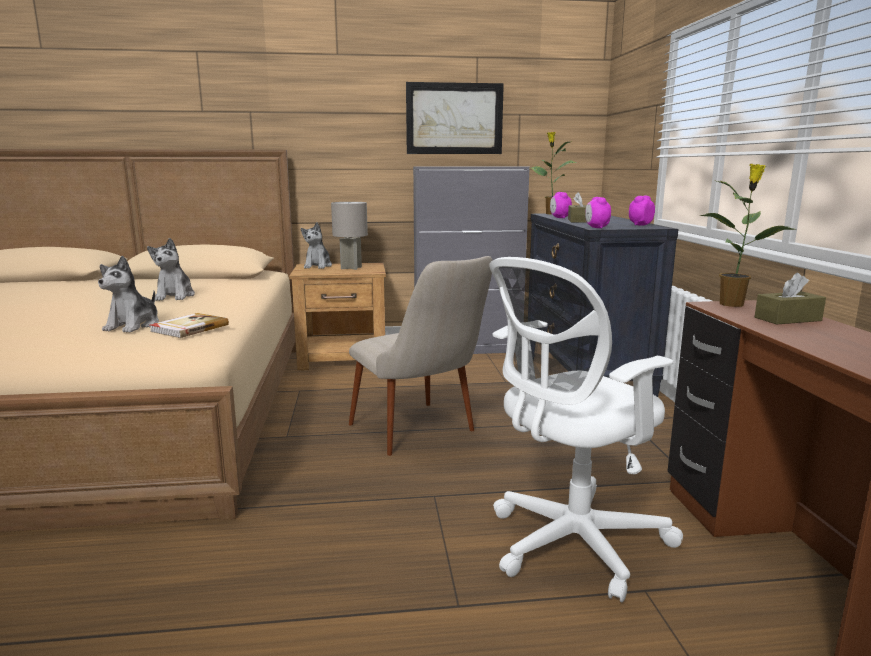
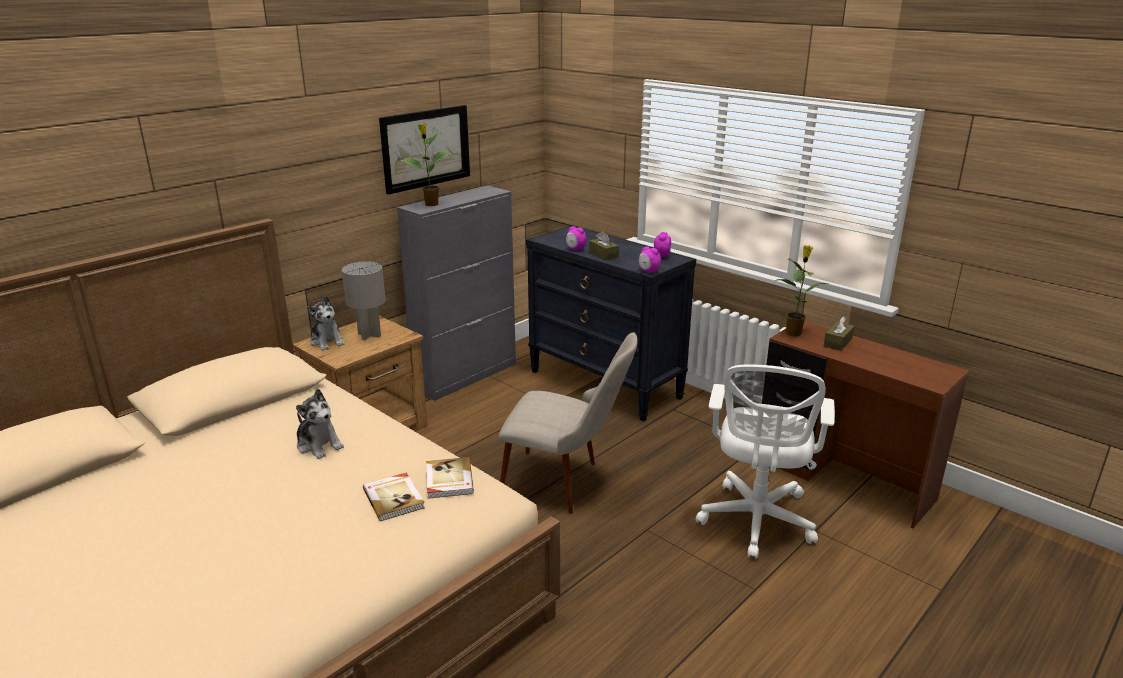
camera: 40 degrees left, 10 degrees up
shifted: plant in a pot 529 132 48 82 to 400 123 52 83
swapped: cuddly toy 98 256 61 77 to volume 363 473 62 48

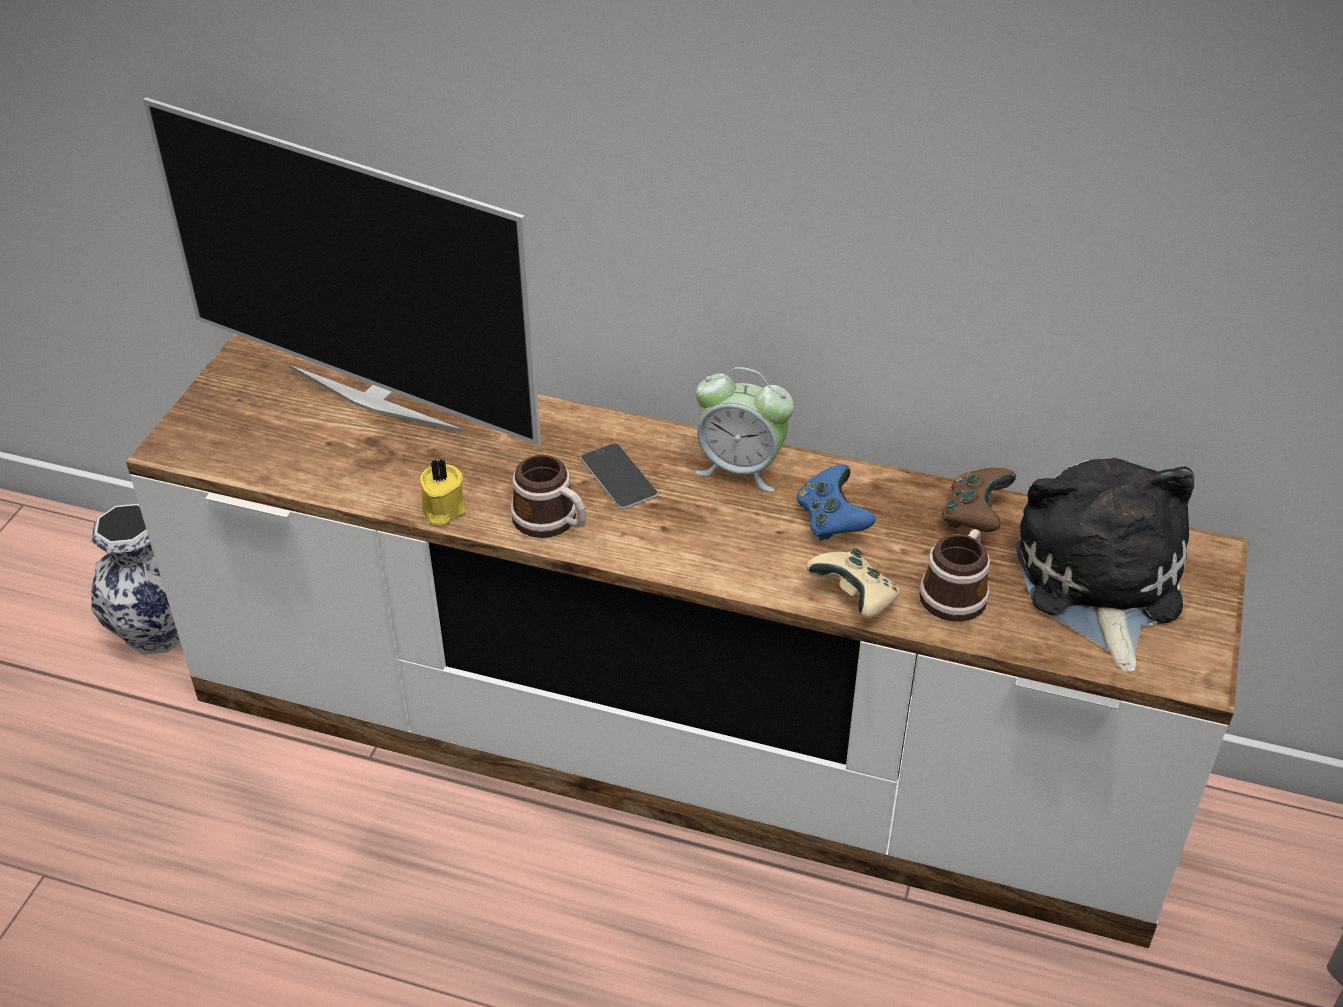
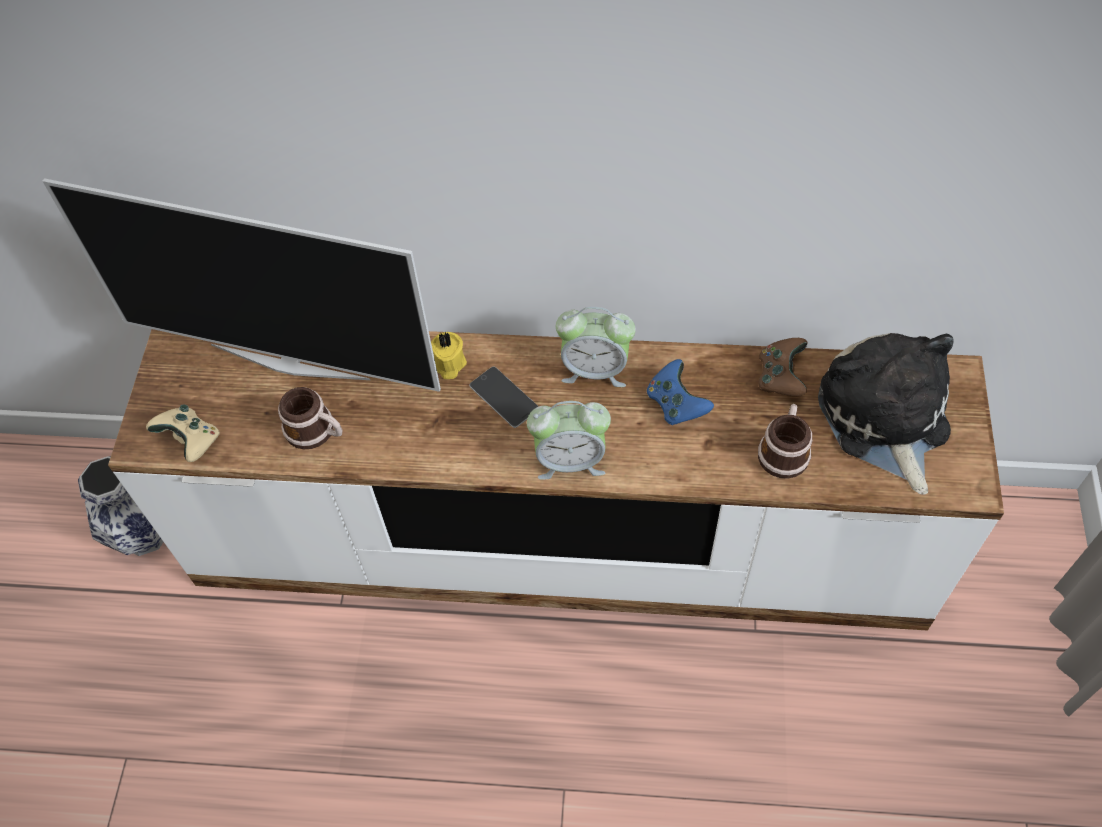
camera: 10 degrees left, 15 degrees up
new: table clock 527 401 84 79
shifted: tea mug 510 455 76 83 to 278 387 64 62; yellow-coloured wax light 420 458 46 69 to 431 332 36 47; beige game controller 806 548 94 70 to 146 404 74 58

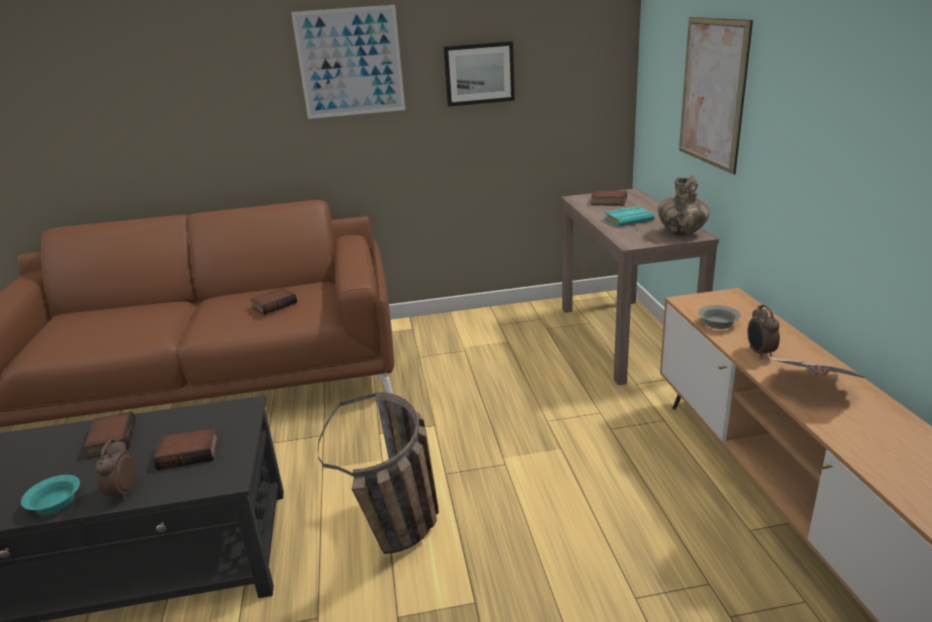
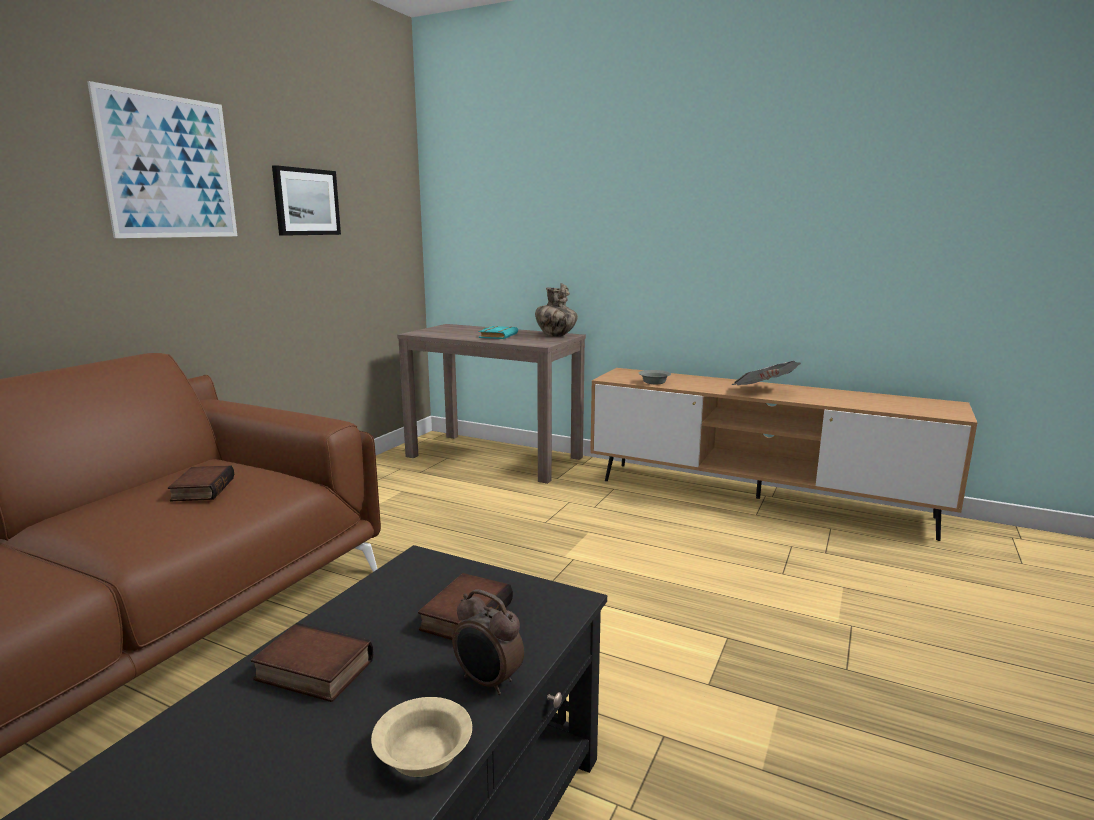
camera: 55 degrees left, 10 degrees down
gone: picture 679 17 74 158; volume 591 190 36 16; table clock 747 305 33 54; basket 318 392 121 162
repainted: turquoise bowl 21 475 59 39 to beige bowl 371 697 101 80

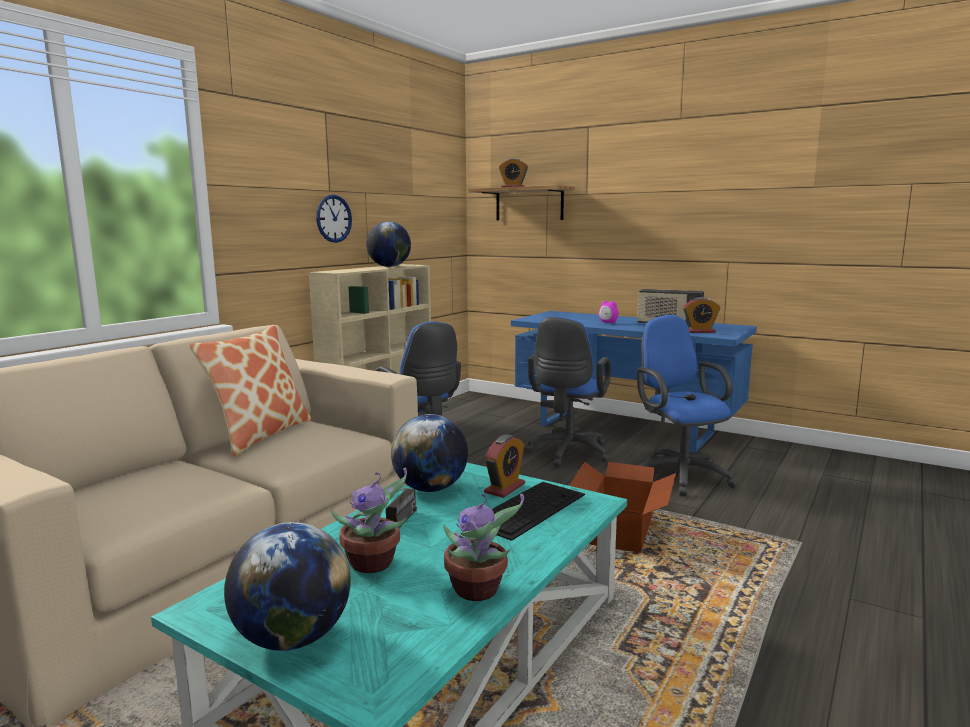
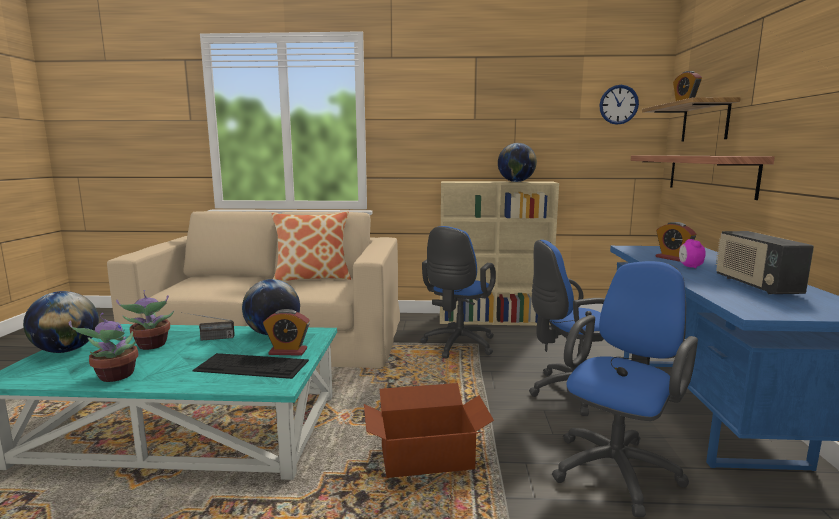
camera: 60 degrees right, 0 degrees up
new: wall shelf 630 156 145 44
shifted: wall clock 316 195 36 48 to 599 85 40 40; table clock 683 297 37 36 to 656 222 40 40

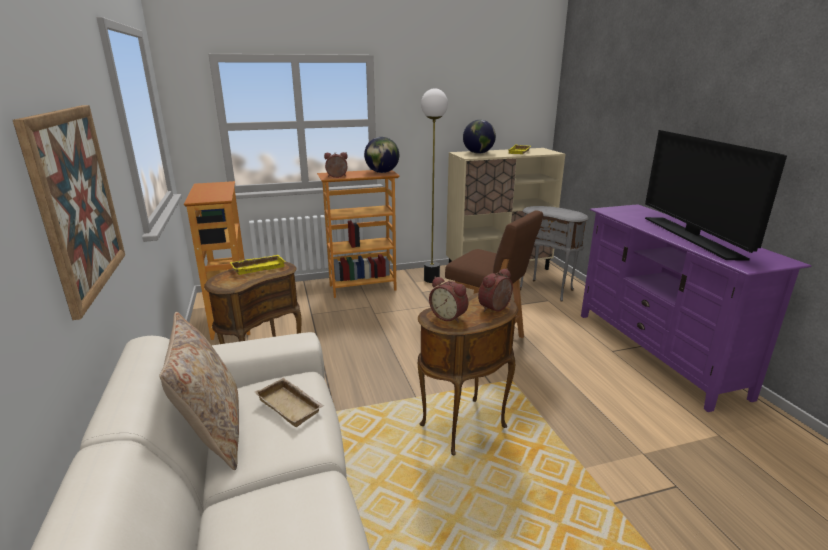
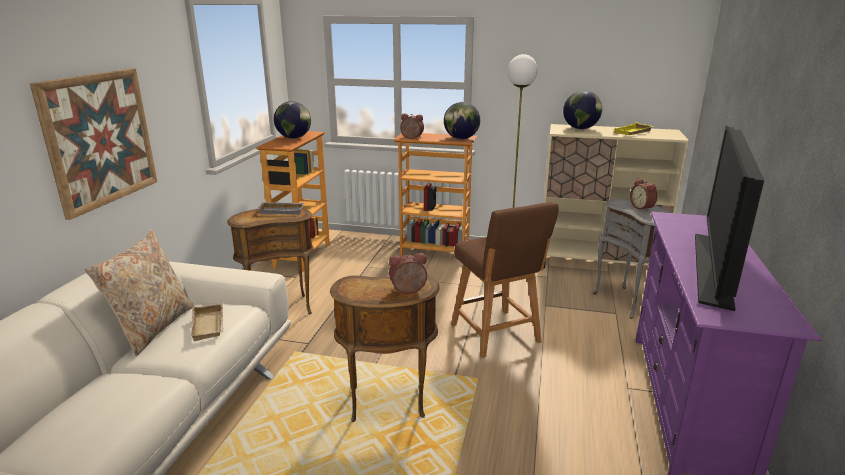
camera: 30 degrees right, 0 degrees up
new: world globe 274 101 37 38
shifted: table clock 429 277 39 46 to 630 178 27 33
repainted: yellow-coloured serving tray 230 255 56 20 to grey serving tray 256 202 49 13

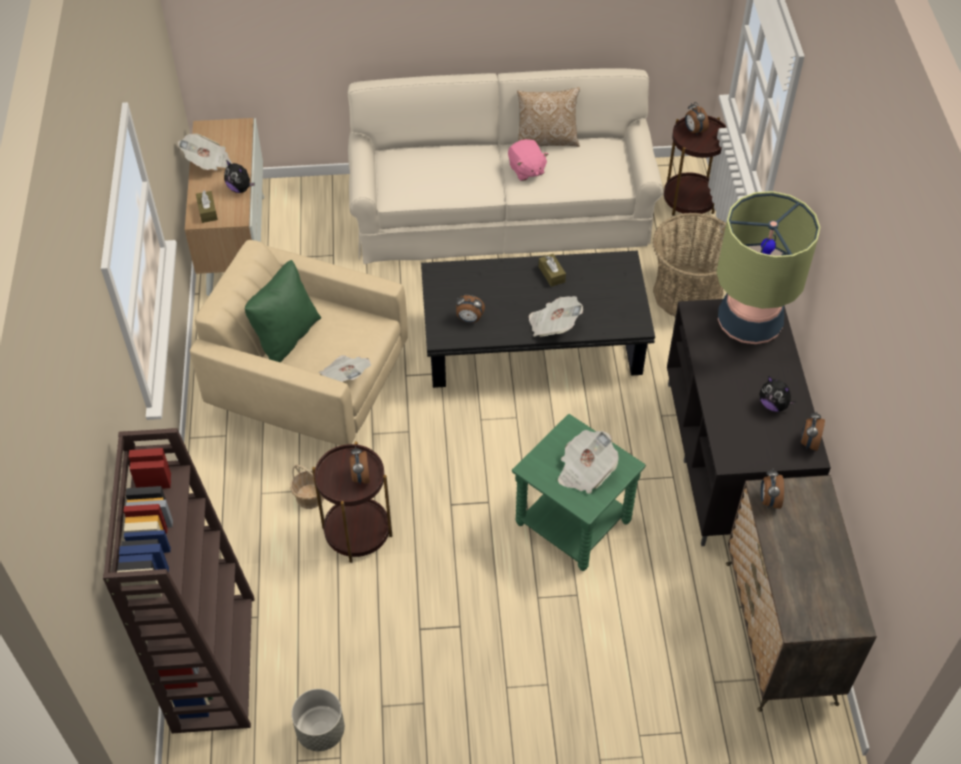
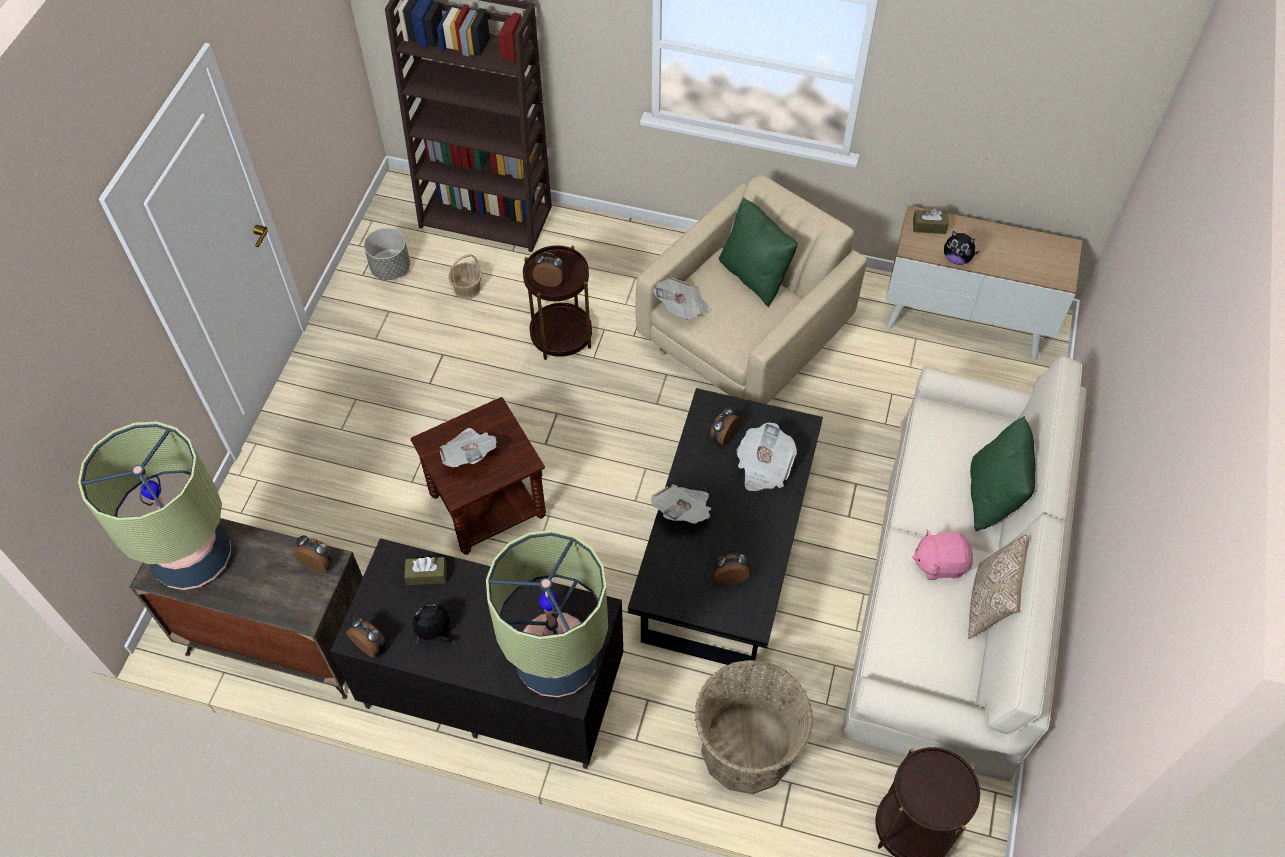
camera: 110 degrees right, 5 degrees up
new: green-coloured throw pillow 970 416 65 115; table lamp 78 422 153 168
shifted: table clock 685 102 24 33 to 714 554 35 31; daily paper 177 133 56 38 to 737 422 60 69; brown-coloured tissue box 539 254 27 33 to 404 557 43 28; basket 290 465 34 44 to 449 254 33 45
repainted: green-coloured side table 512 414 134 157 to brown-coloured side table 411 397 135 158
rotated: cuddly toy 224 160 31 33 = 944 231 35 34 120 degrees counterclockwise

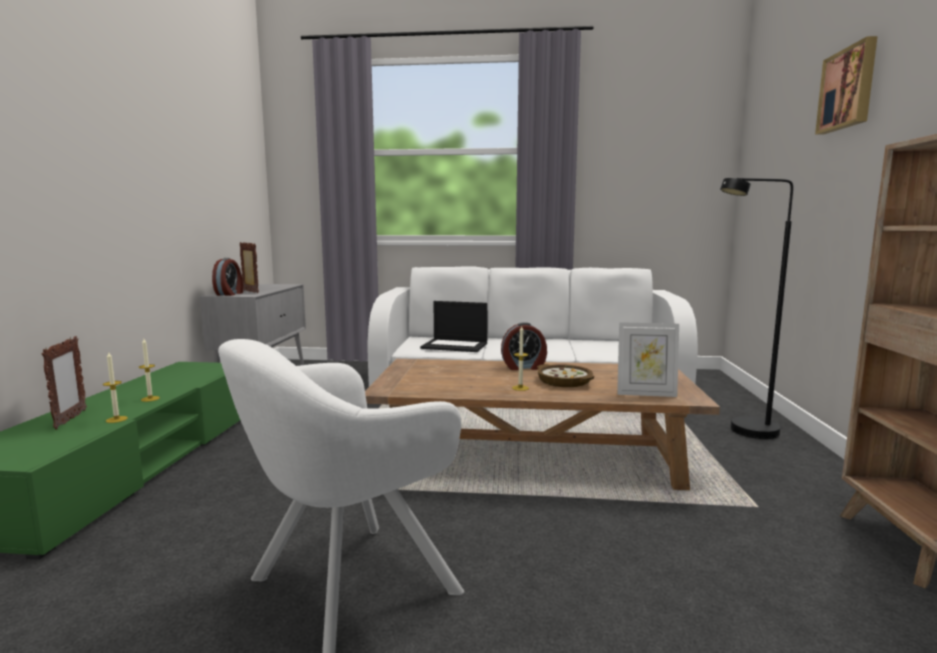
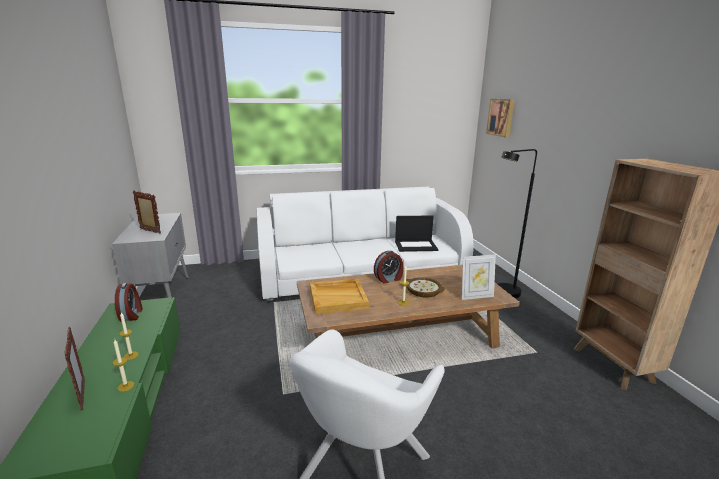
camera: 20 degrees left, 10 degrees up
new: beige serving tray 310 279 59 35
shifted: picture 815 36 63 99 to 486 99 29 38; table clock 212 258 31 38 to 115 283 28 39; portable computer 420 301 68 51 to 395 216 43 36

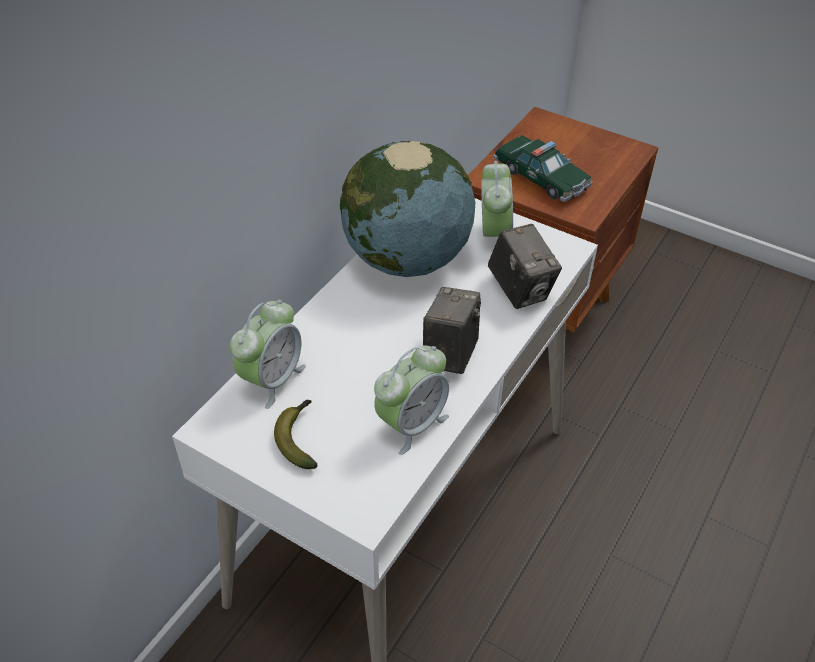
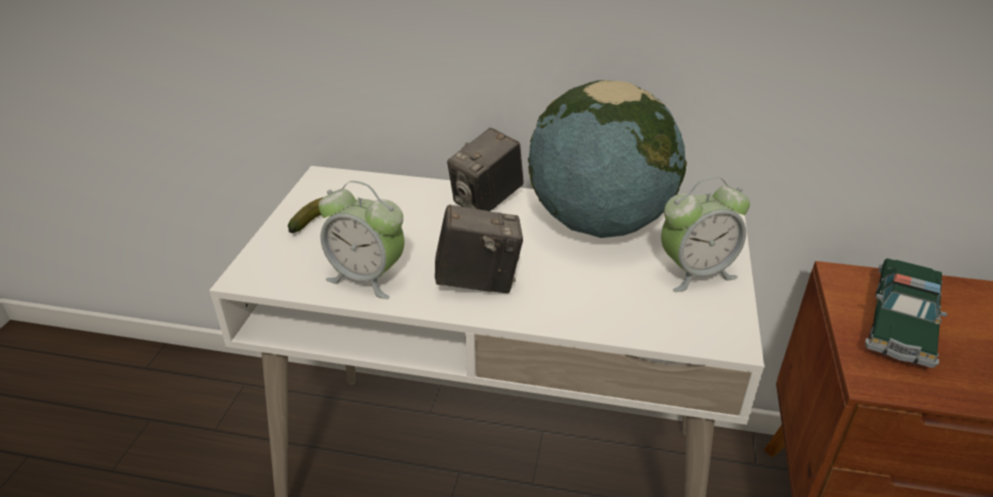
camera: 70 degrees right, 10 degrees down
gone: table clock 230 300 76 109
shifted: photo camera 488 224 74 85 to 447 128 77 83

